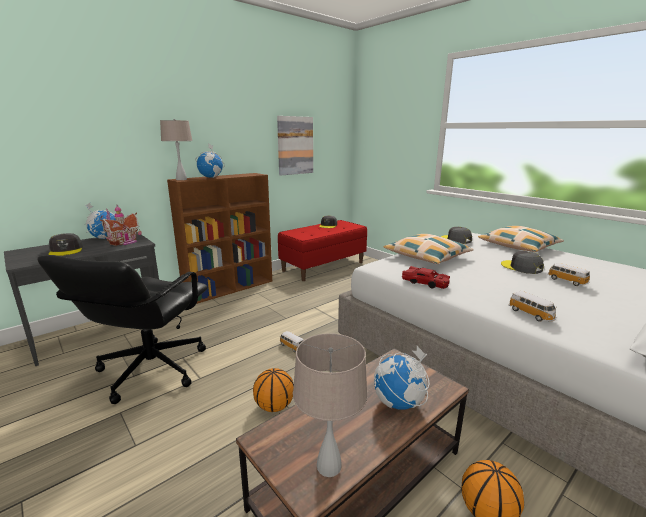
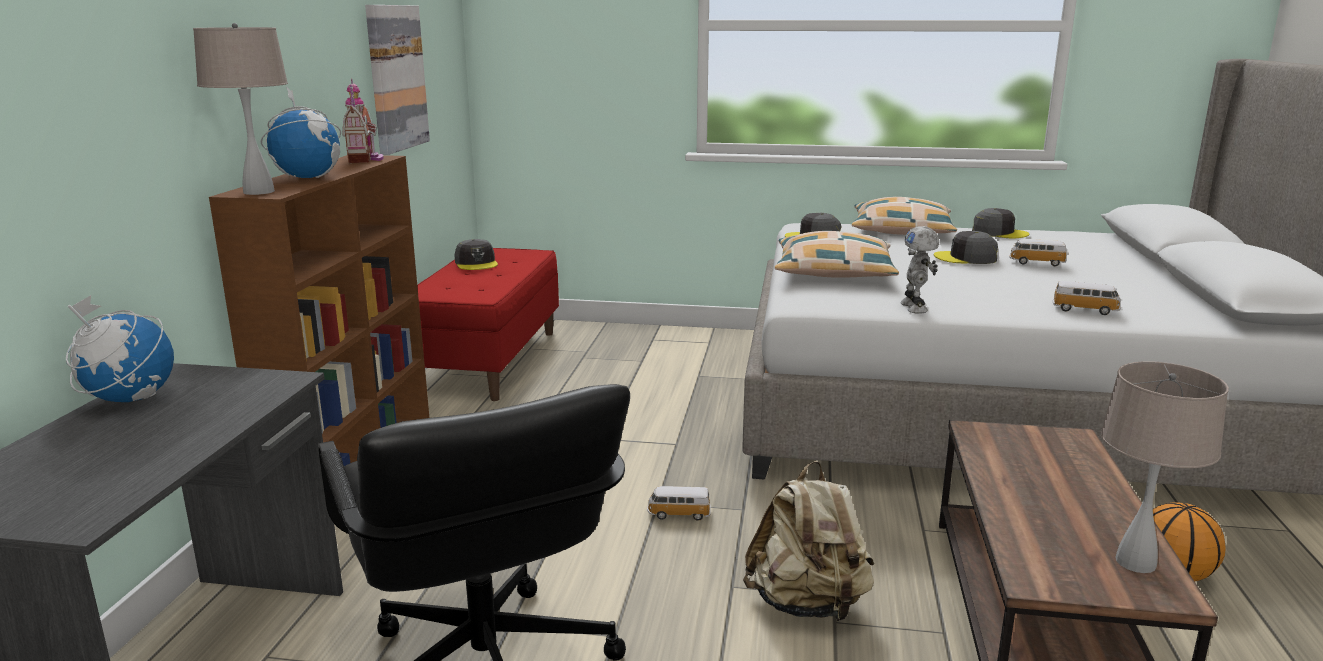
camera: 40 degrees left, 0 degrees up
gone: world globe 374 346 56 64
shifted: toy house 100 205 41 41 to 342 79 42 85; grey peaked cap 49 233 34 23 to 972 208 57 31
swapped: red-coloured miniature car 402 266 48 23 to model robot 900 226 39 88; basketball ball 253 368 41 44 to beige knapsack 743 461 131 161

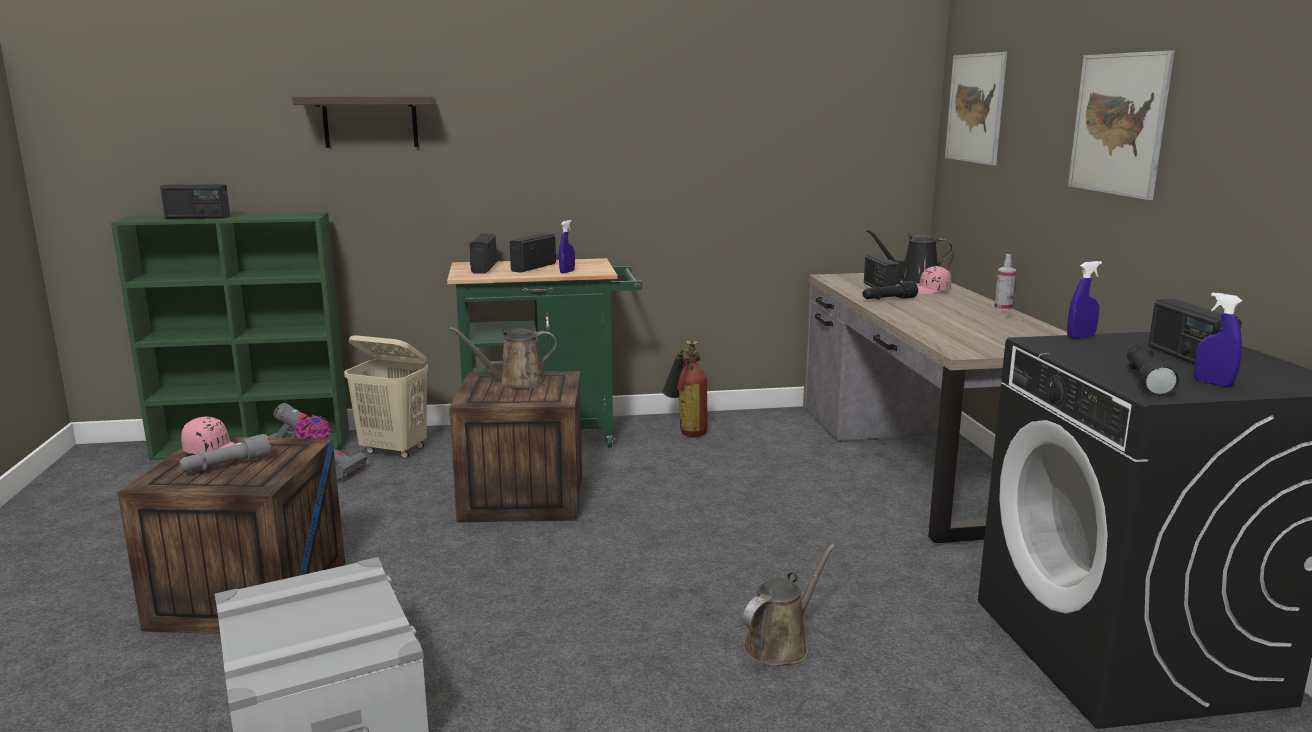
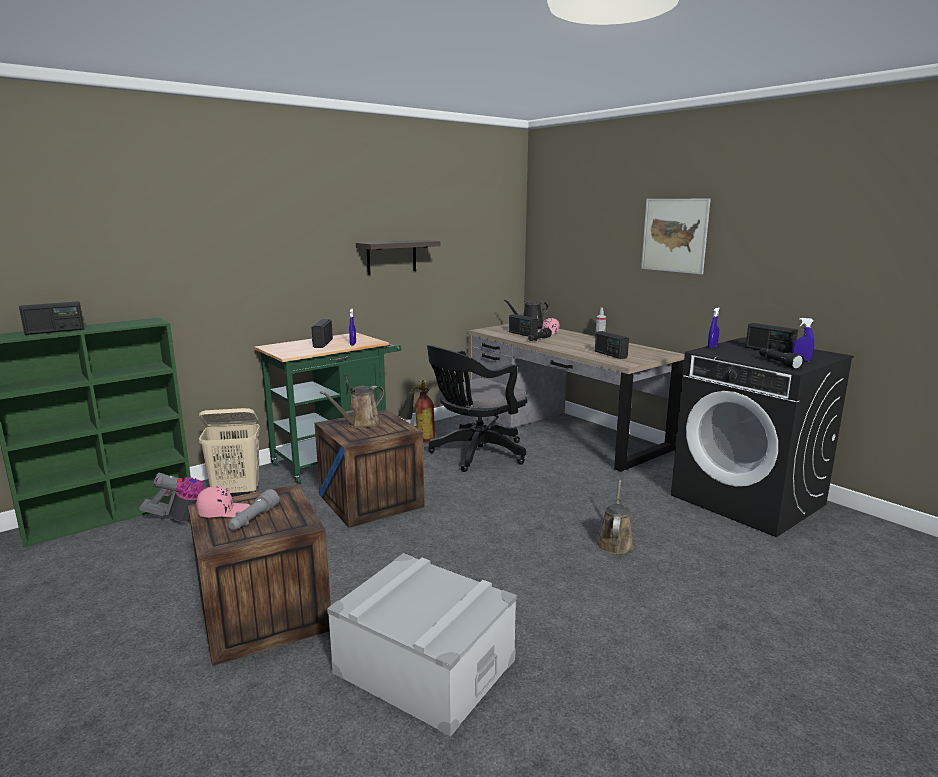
camera: 30 degrees left, 0 degrees up
gone: picture 945 52 62 113
new: black computer chair 427 345 101 127
shifted: wall shelf 292 96 143 52 to 356 240 85 35; radio 470 234 27 39 to 595 331 34 28

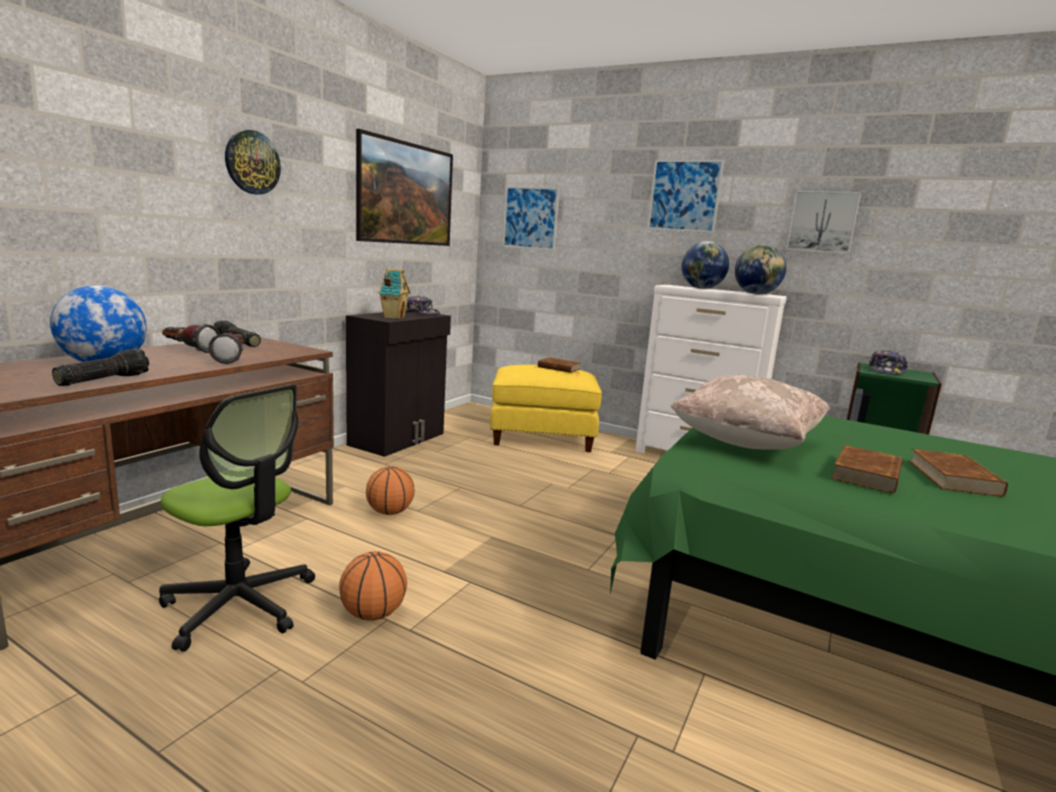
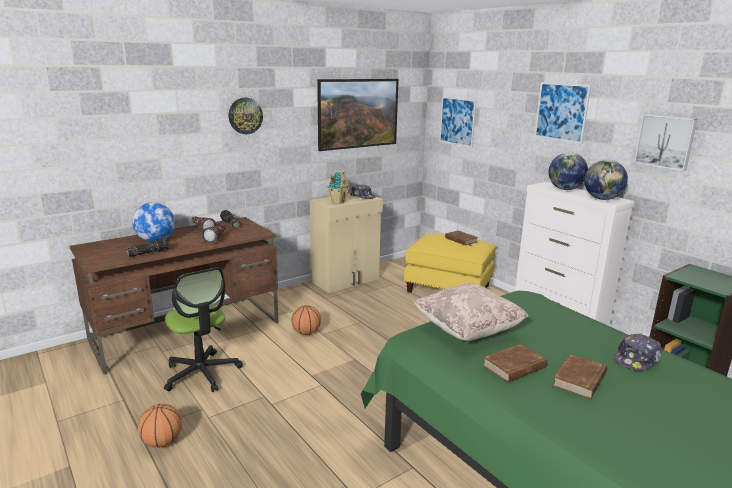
camera: 25 degrees right, 5 degrees up
shifted: peaked cap 869 350 39 24 to 614 334 48 37; basketball ball 339 551 68 70 to 138 404 44 44
repainted: black cupboard 346 312 105 145 to beige cupboard 310 193 73 100

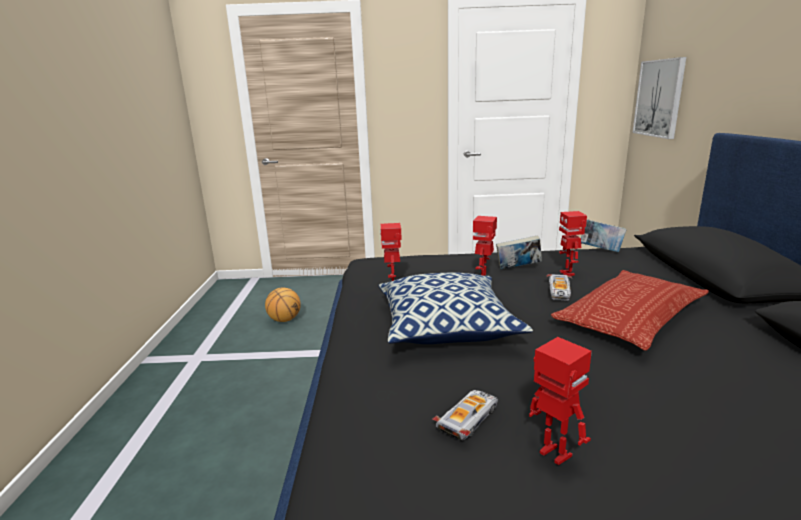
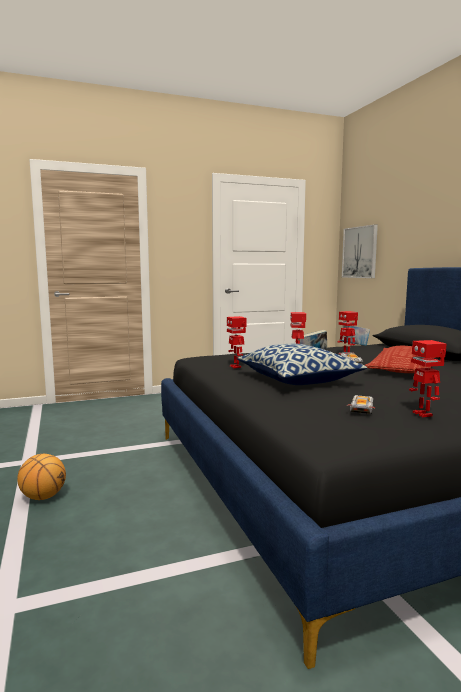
camera: 20 degrees left, 10 degrees down
shifted: basketball ball 265 287 36 35 to 17 454 49 46
rotated: model robot 529 337 63 128 = 409 340 38 77 135 degrees counterclockwise

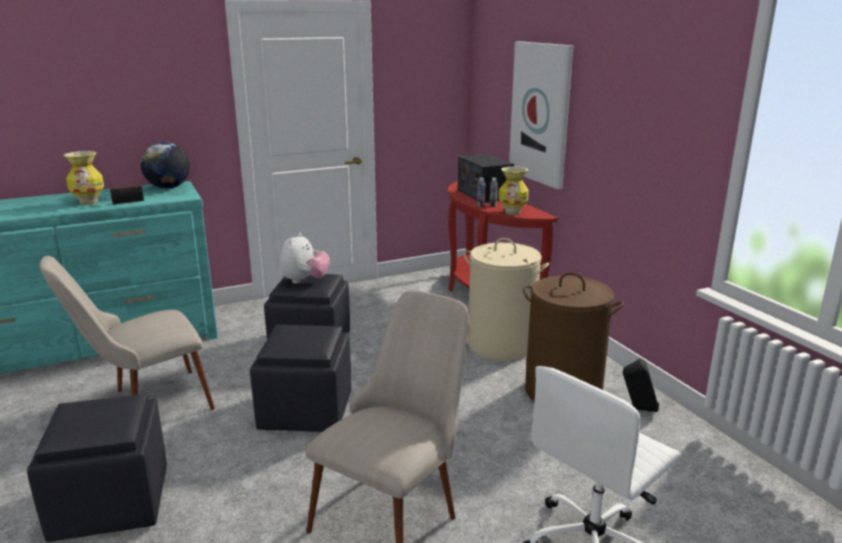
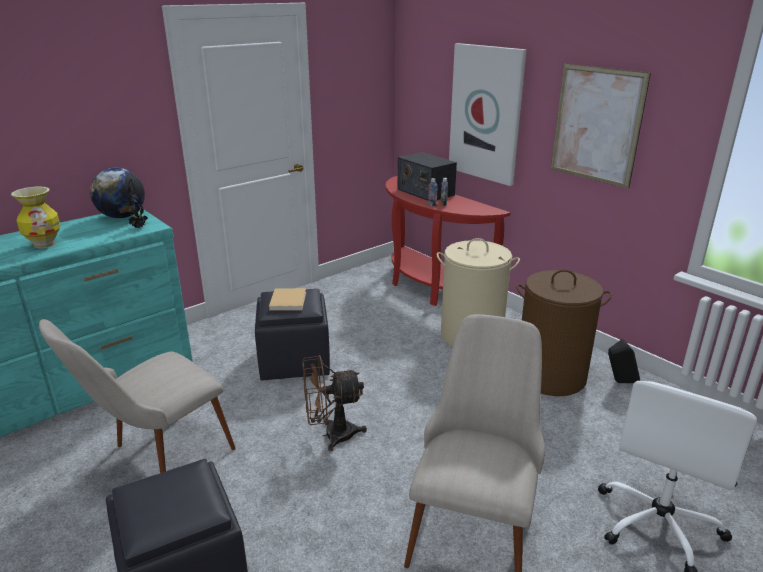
camera: 15 degrees left, 5 degrees up
gone: vase 499 166 30 49; radio 110 174 34 31
new: picture 551 64 100 124; plant in a pot 127 179 21 50
swapped: cuddly toy 280 233 50 51 to beige volume 269 288 37 23; black footrest 250 325 101 107 to brown-coloured fan 302 355 65 97

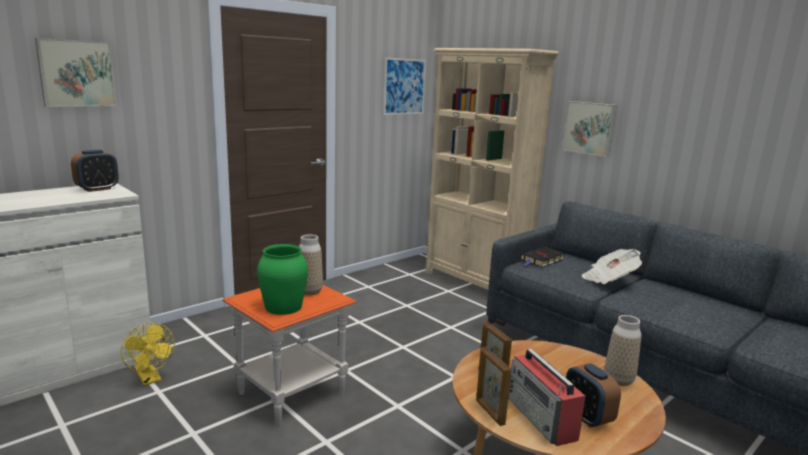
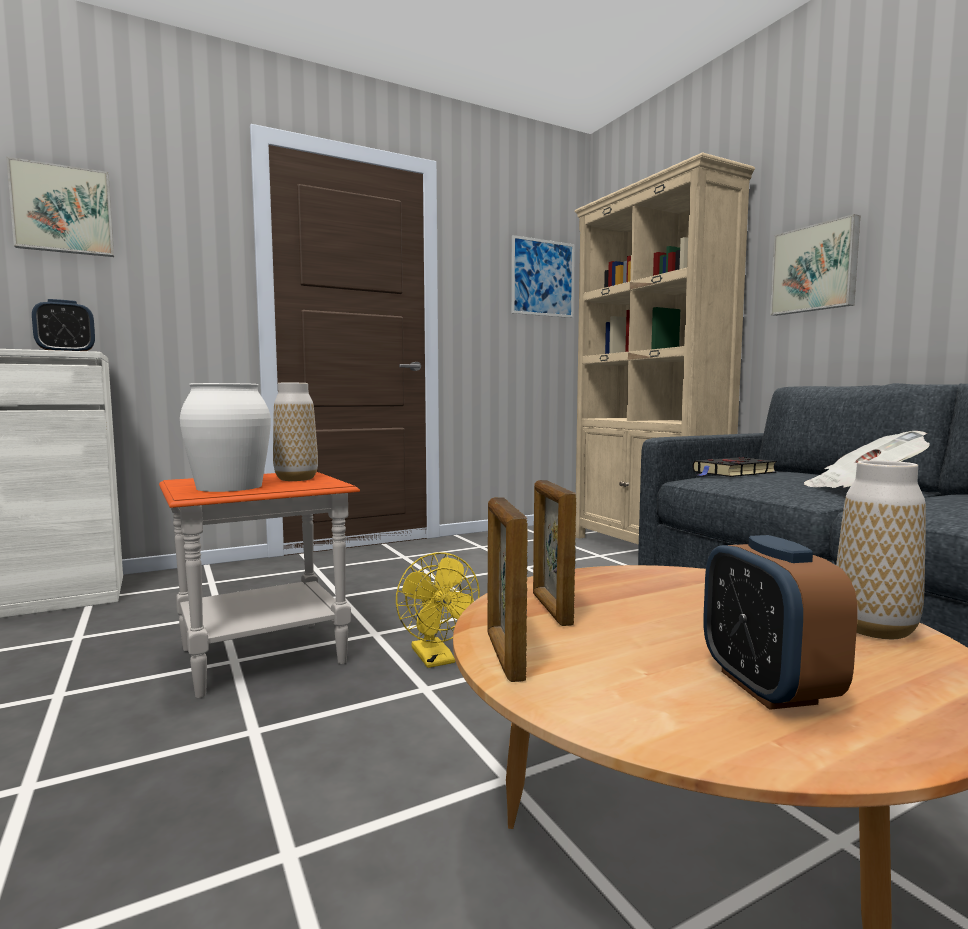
camera: 15 degrees right, 10 degrees down
gone: radio 509 349 77 97
shifted: yellow-coloured fan 121 323 54 63 to 396 552 84 116
repainted: green-coloured vase 257 244 51 71 to white-coloured vase 180 383 91 109

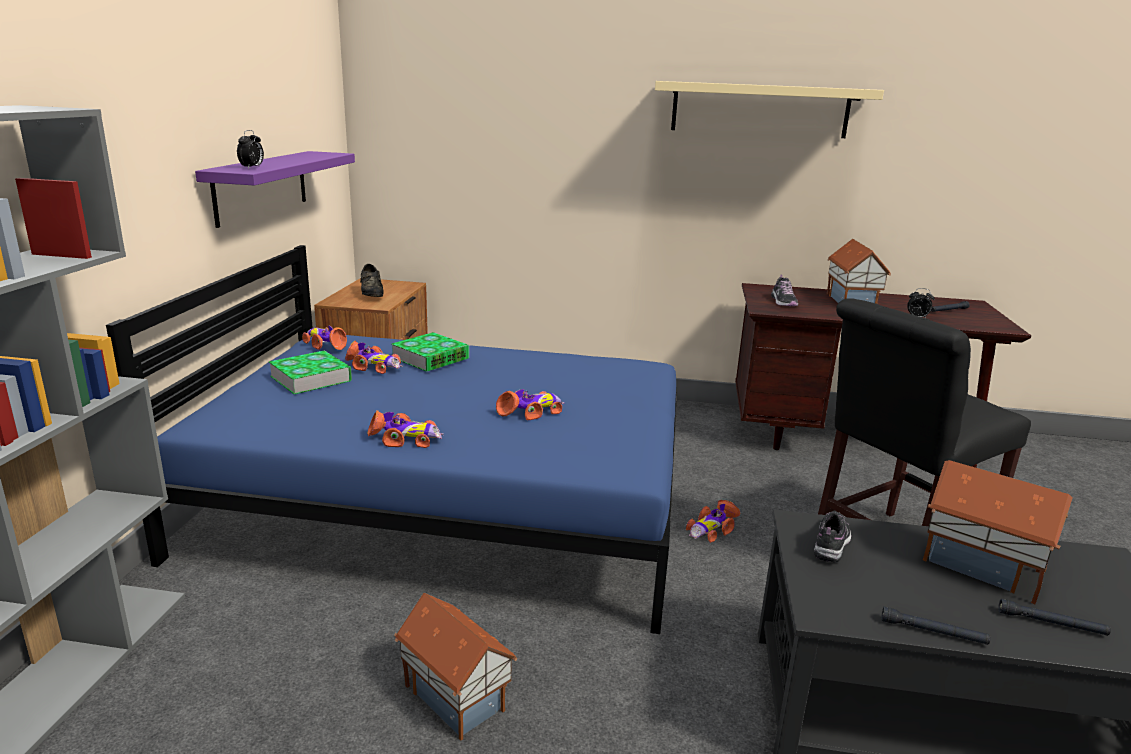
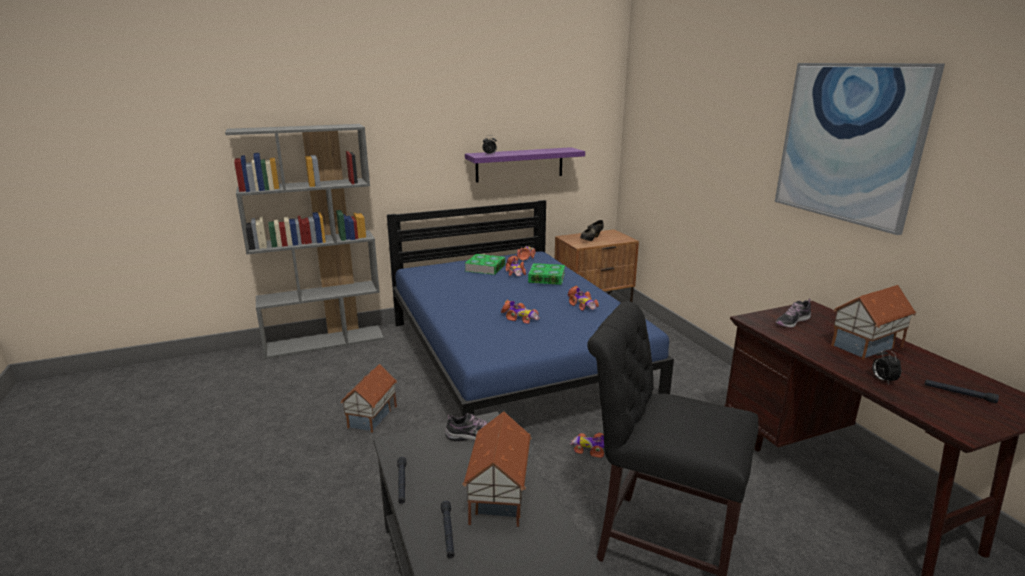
camera: 60 degrees right, 0 degrees up
shifted: miniature car 367 410 77 38 to 568 285 31 26
swapped: beige wall shelf 655 81 229 57 to picture 775 63 170 172

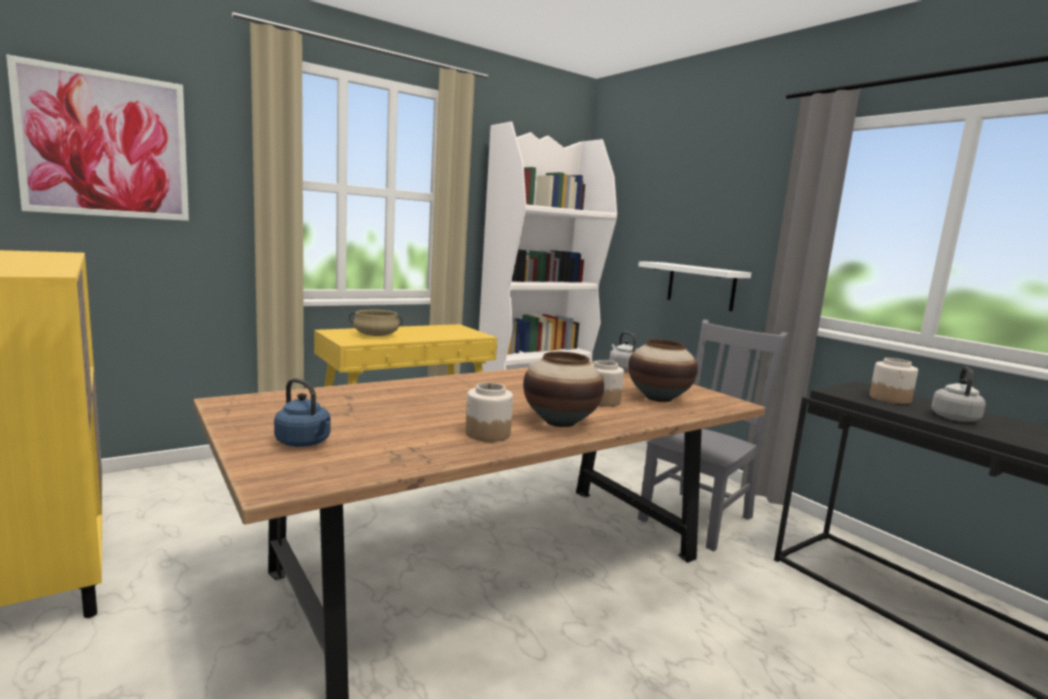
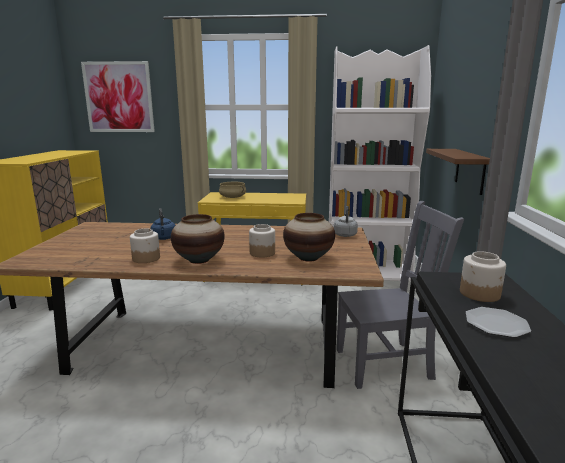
camera: 40 degrees right, 5 degrees up
shifted: bluish tea kettle 274 378 57 69 to 151 208 25 32
swapped: grey tea kettle 931 367 55 55 to plate 466 307 65 31
repainted: white-coloured wall shelf 639 261 112 50 to brown-coloured wall shelf 426 149 64 46

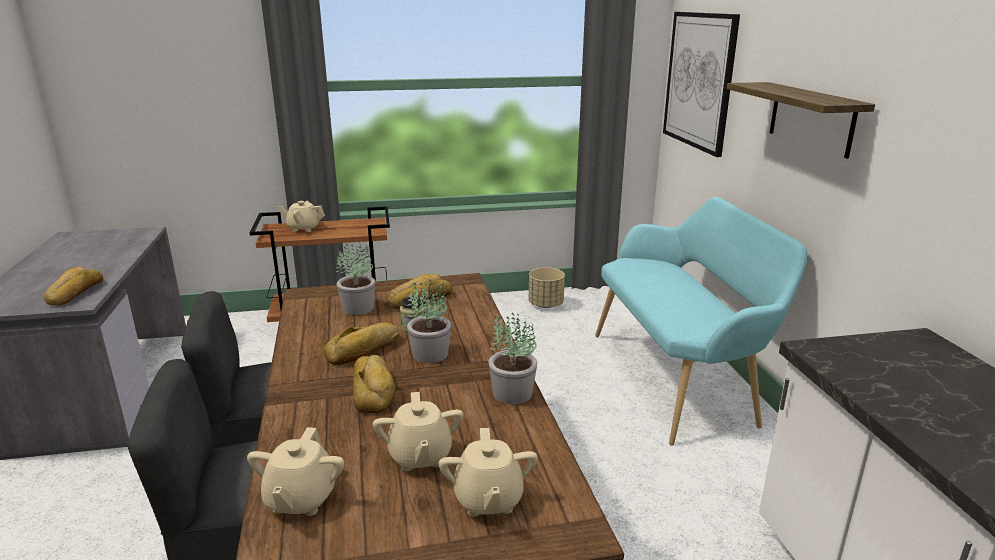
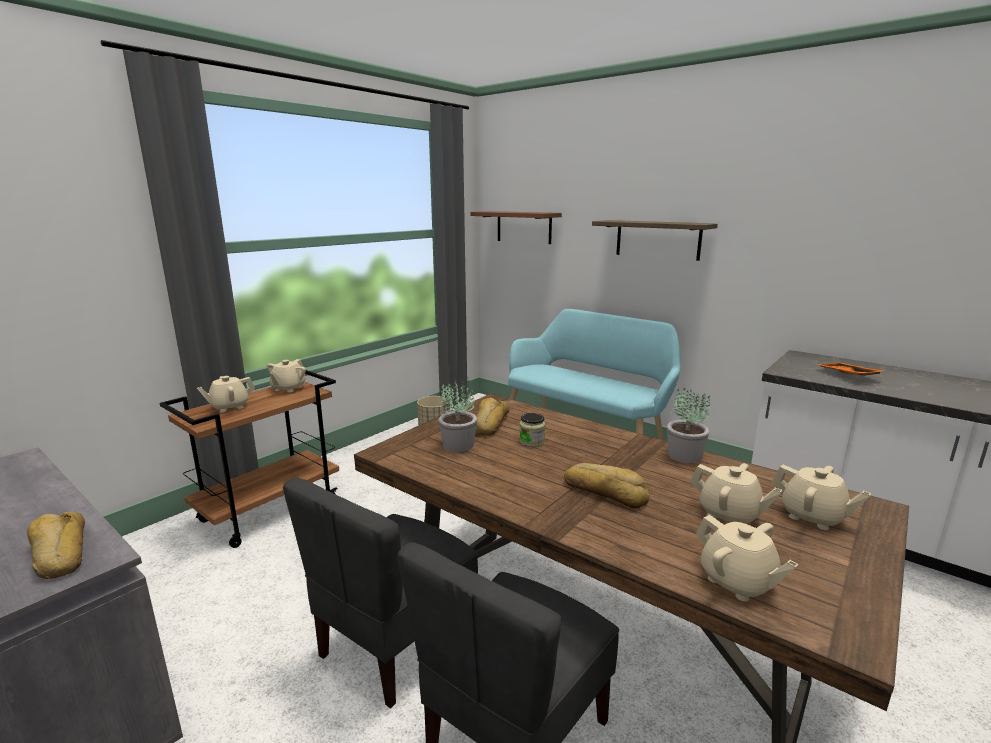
camera: 40 degrees left, 5 degrees down
gone: plant in a pot 407 279 44 84; bakery bread 323 322 77 43
new: beige pot for tea 267 359 39 34; orangey serving tray 818 363 65 13
swapped: picture 663 12 77 145 to brown-coloured wall shelf 470 211 92 33

